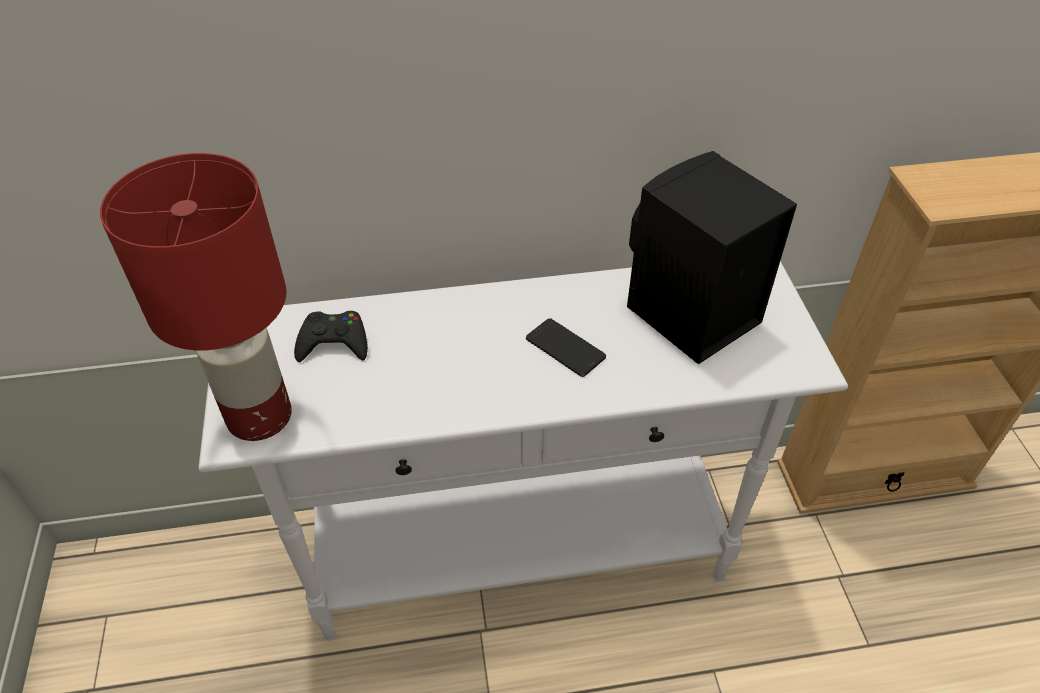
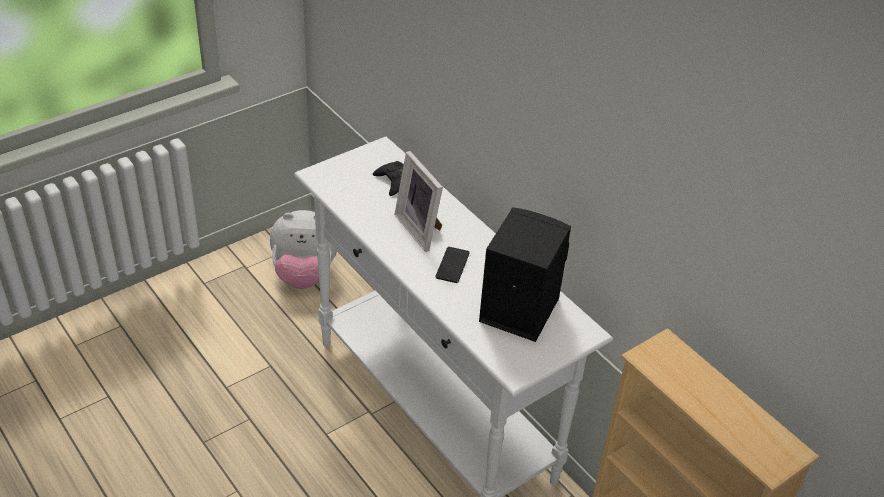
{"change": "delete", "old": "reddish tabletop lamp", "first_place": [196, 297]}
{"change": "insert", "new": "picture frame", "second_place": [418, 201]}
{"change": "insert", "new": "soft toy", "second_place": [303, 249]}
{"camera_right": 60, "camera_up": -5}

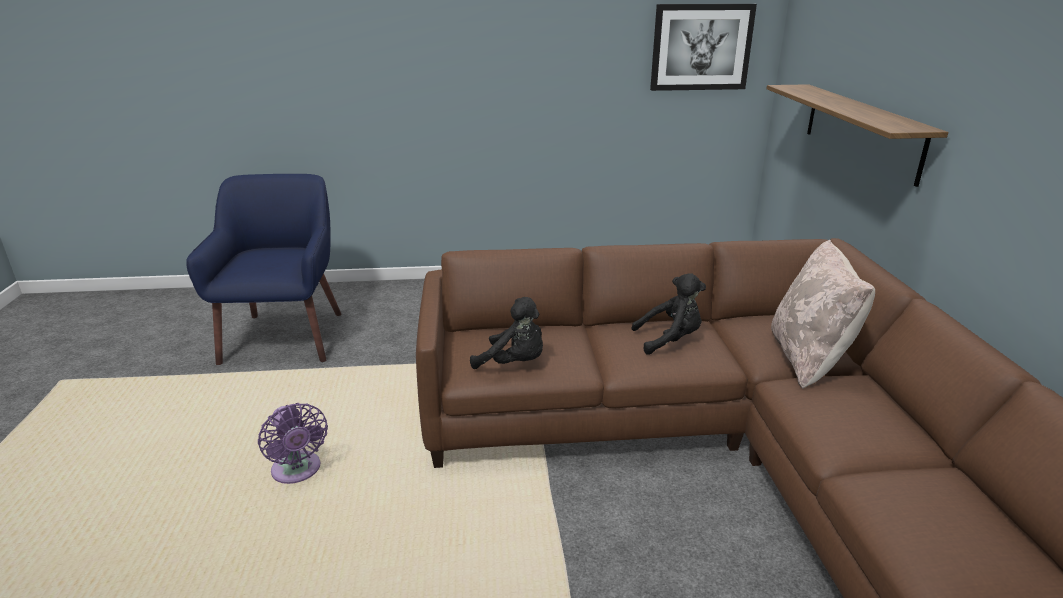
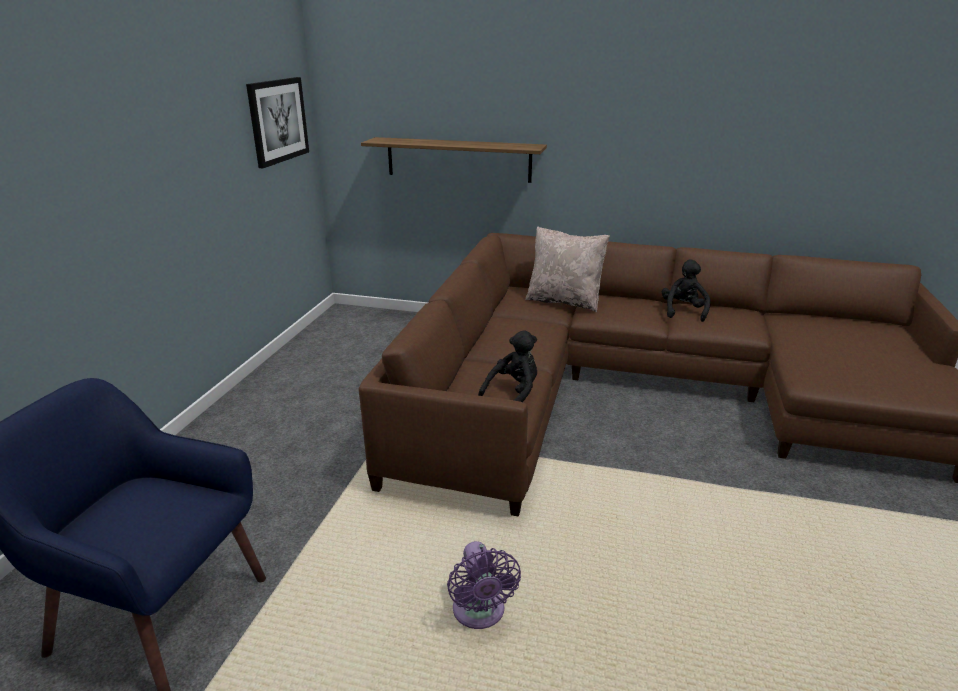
{"change": "move", "old": "blackish soft toy", "first_place": [668, 314], "second_place": [686, 290]}
{"change": "rotate", "old": "purplish cooling fan", "first_place": [293, 443], "second_place": [484, 585], "degrees": 90}
{"camera_right": -70, "camera_up": 0}

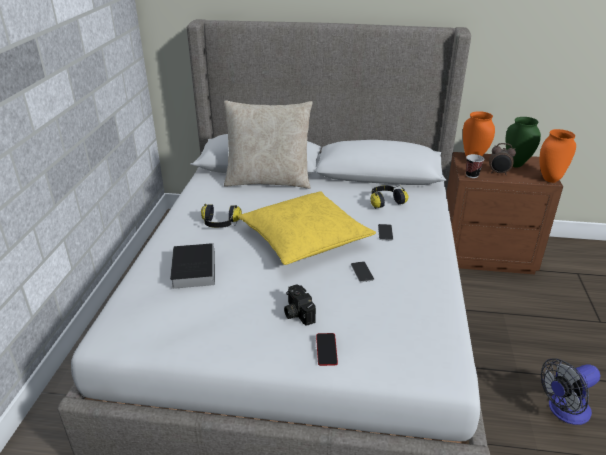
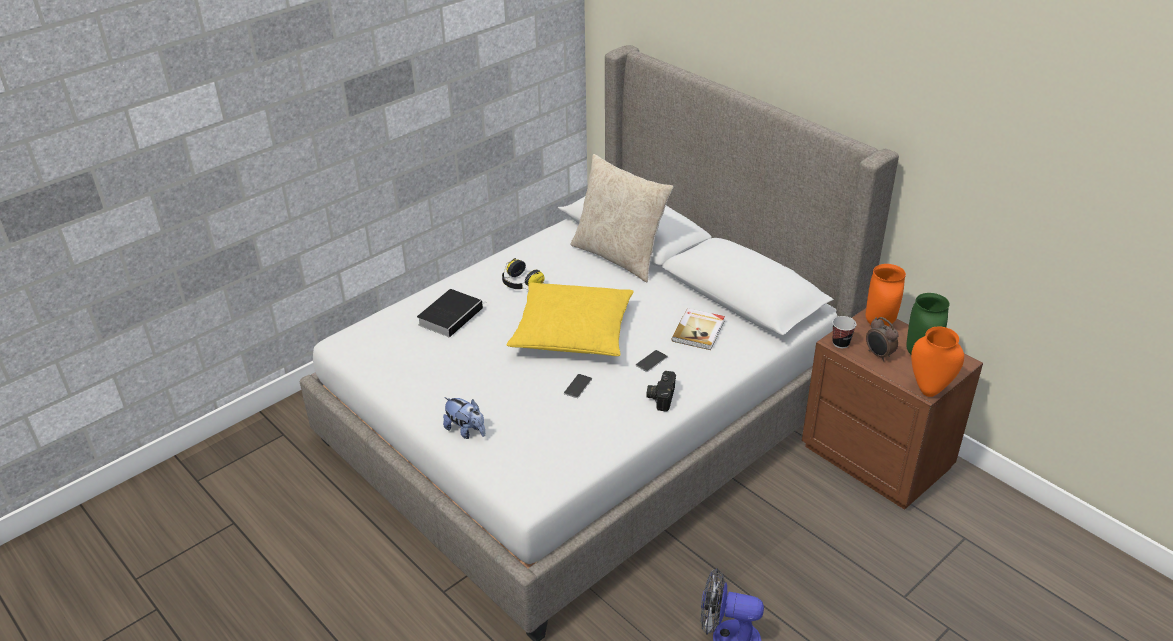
{"change": "replace", "old": "headphones", "new": "volume", "first_place": [390, 197], "second_place": [698, 329]}
{"change": "move", "old": "photo camera", "first_place": [300, 305], "second_place": [661, 391]}
{"change": "replace", "old": "telephone", "new": "soft toy", "first_place": [327, 349], "second_place": [464, 418]}
{"camera_right": 40, "camera_up": 5}

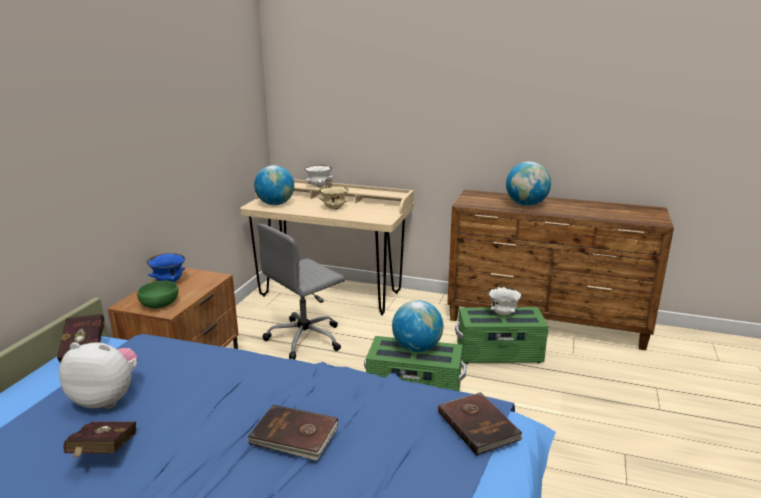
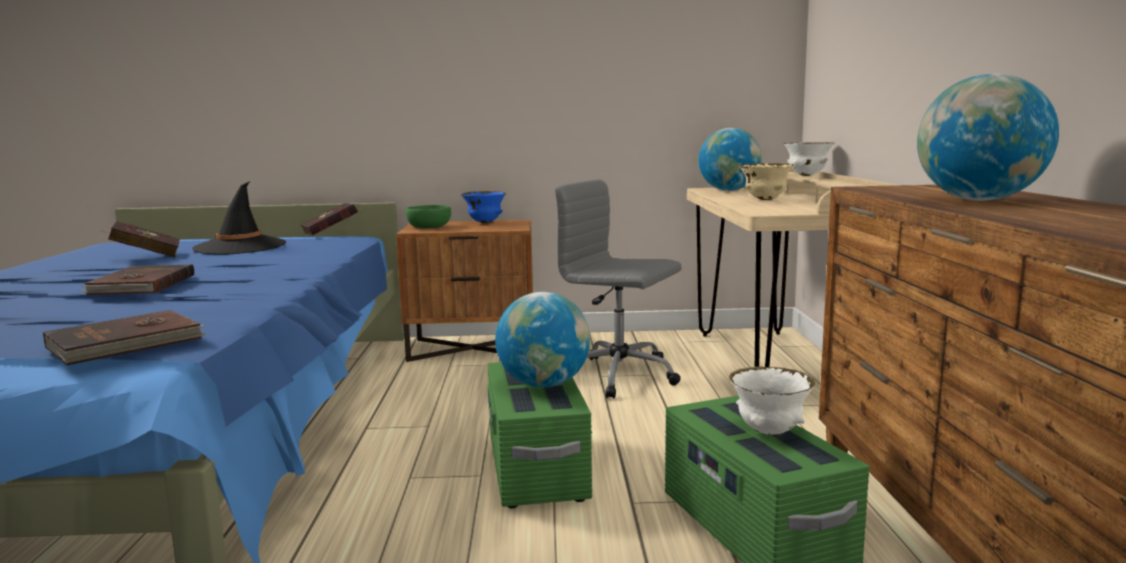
{"change": "replace", "old": "soft toy", "new": "blackish clothing hat", "first_place": [98, 375], "second_place": [239, 218]}
{"camera_right": 70, "camera_up": -10}

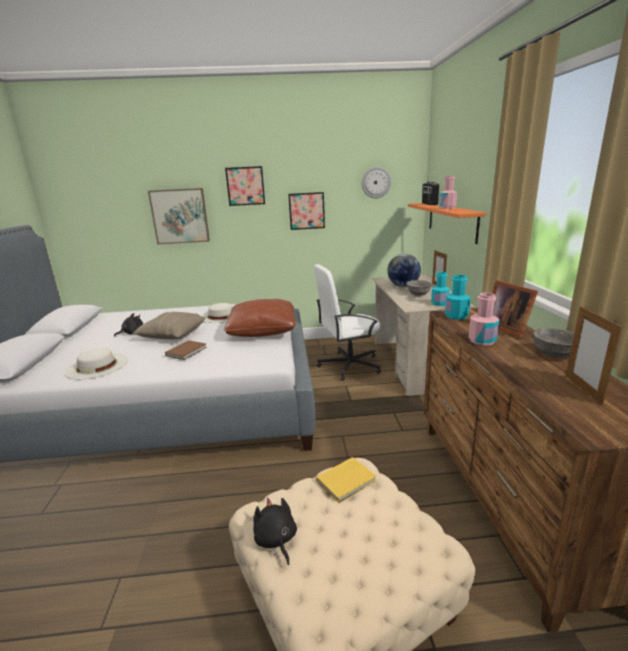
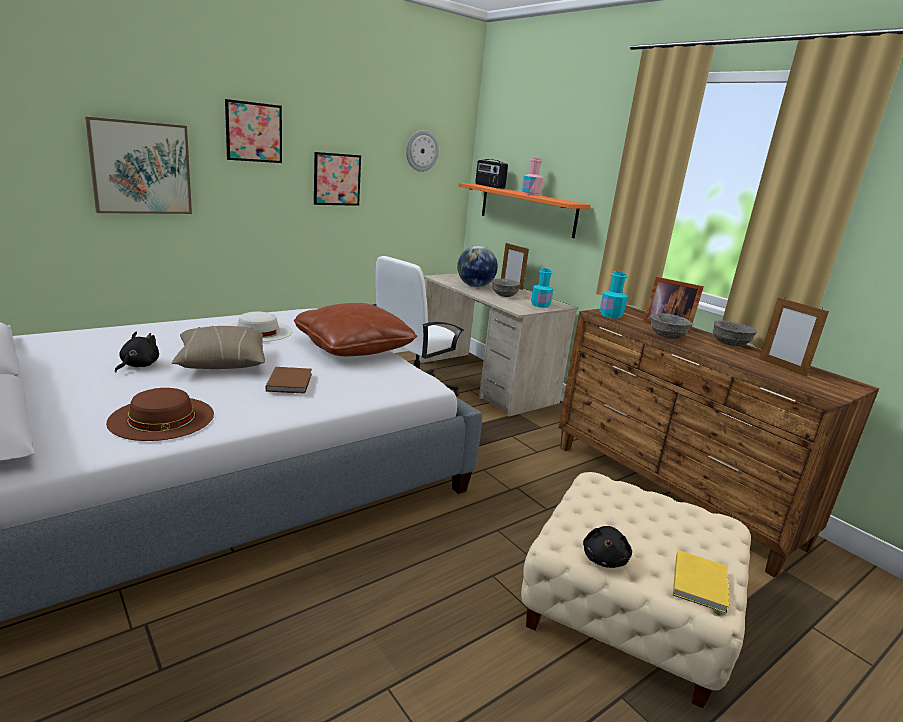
{"change": "replace", "old": "pinkish drink bottle", "new": "gray bowl", "first_place": [484, 319], "second_place": [671, 326]}
{"change": "recolor", "old": "white clothing hat", "new": "brown clothing hat", "first_place": [96, 363], "second_place": [160, 414]}
{"change": "move", "old": "yellowish volume", "first_place": [346, 480], "second_place": [701, 582]}
{"change": "rotate", "old": "blackish soft toy", "first_place": [275, 531], "second_place": [607, 547], "degrees": -105}
{"camera_right": -35, "camera_up": 0}

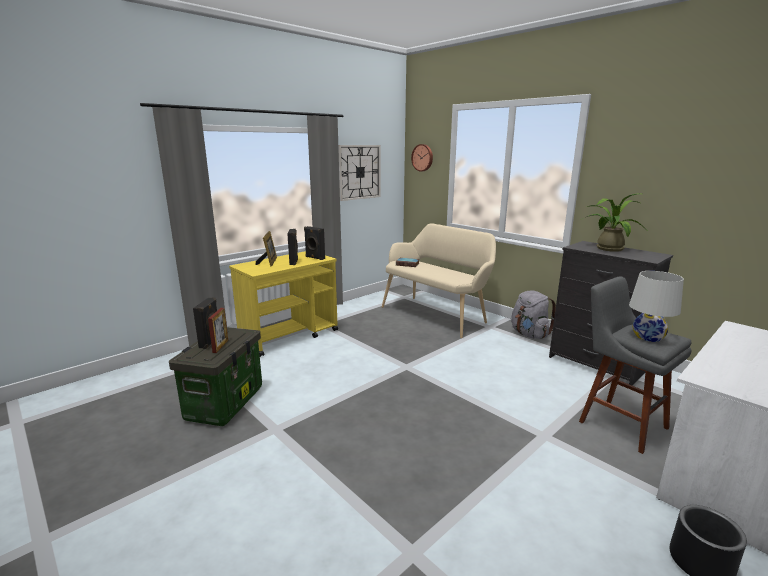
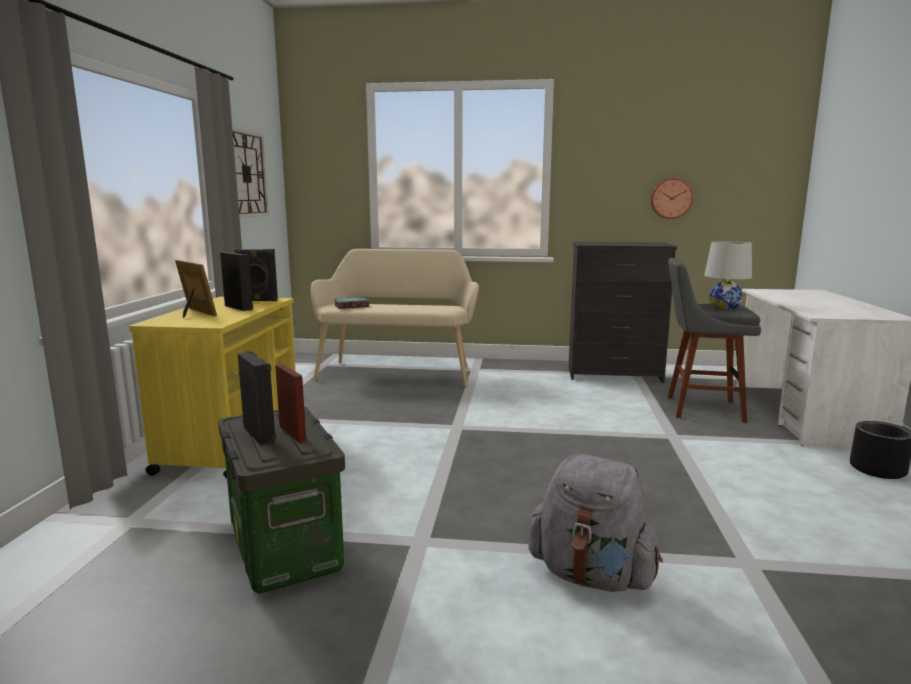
{"change": "move", "old": "wall clock", "first_place": [422, 157], "second_place": [672, 198]}
{"change": "delete", "old": "potted plant", "first_place": [614, 223]}
{"change": "move", "old": "gray rucksack", "first_place": [533, 315], "second_place": [595, 523]}
{"camera_right": -40, "camera_up": -5}

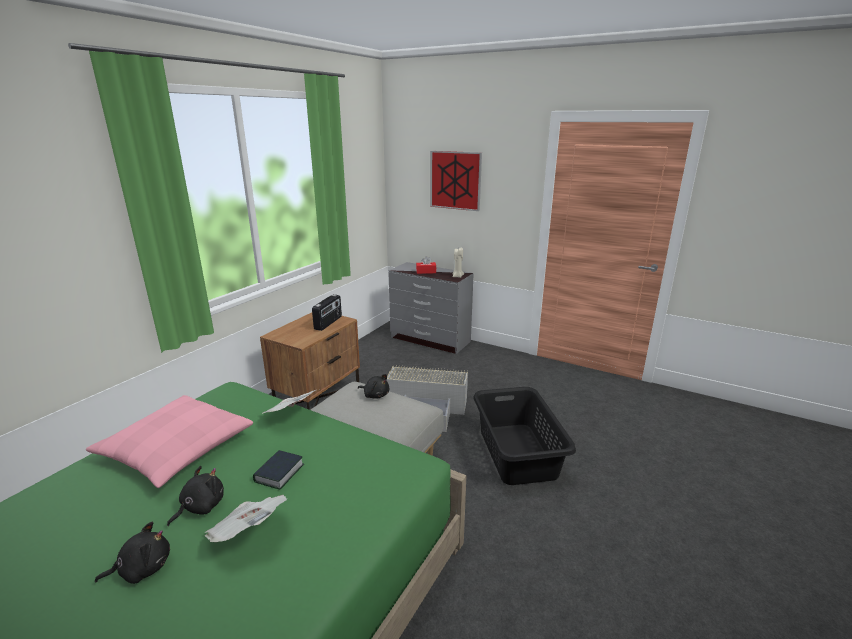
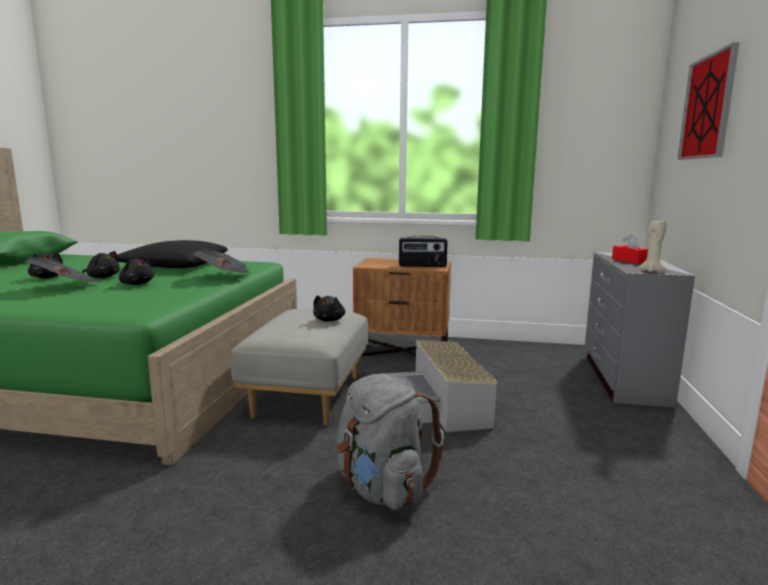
{"change": "replace", "old": "blackish washing basket", "new": "gray rucksack", "first_place": [524, 436], "second_place": [389, 441]}
{"change": "recolor", "old": "pinkish pillow", "new": "blackish pillow", "first_place": [169, 441], "second_place": [172, 254]}
{"change": "replace", "old": "volume", "new": "blackish soft toy", "first_place": [278, 470], "second_place": [137, 271]}
{"camera_right": 70, "camera_up": -10}

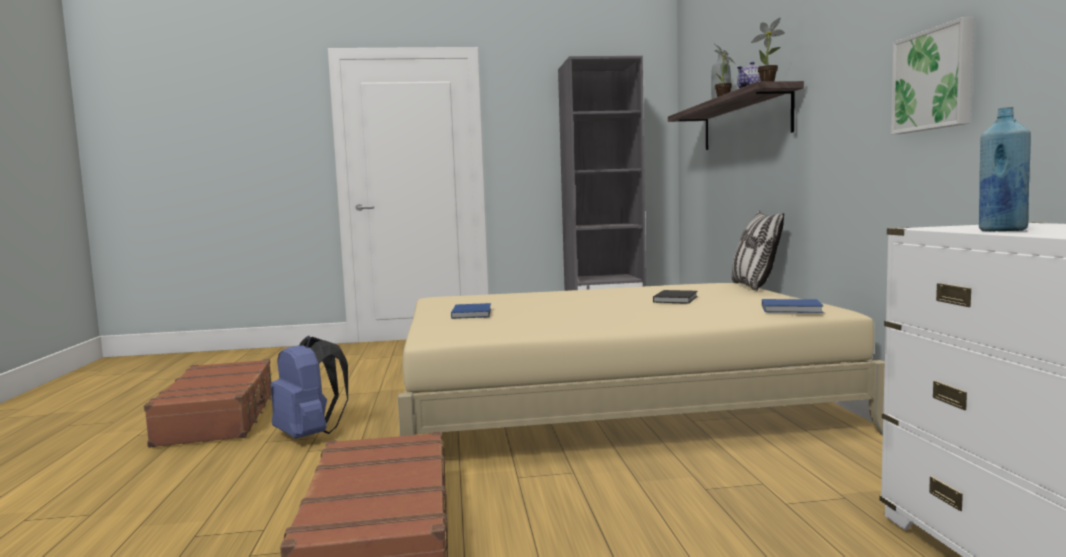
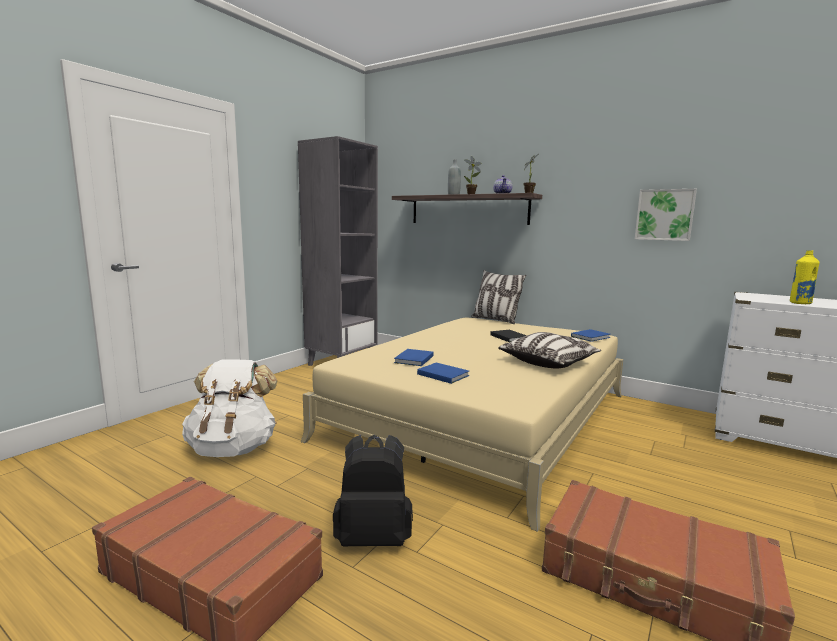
{"change": "recolor", "old": "blue drink bottle", "new": "yellowish drink bottle", "first_place": [1005, 169], "second_place": [805, 277]}
{"change": "recolor", "old": "blue rucksack", "new": "blackish rucksack", "first_place": [309, 387], "second_place": [373, 491]}
{"change": "insert", "new": "pillow", "second_place": [549, 350]}
{"change": "insert", "new": "blue volume", "second_place": [414, 357]}
{"change": "insert", "new": "white rucksack", "second_place": [229, 408]}
{"camera_right": -50, "camera_up": 5}

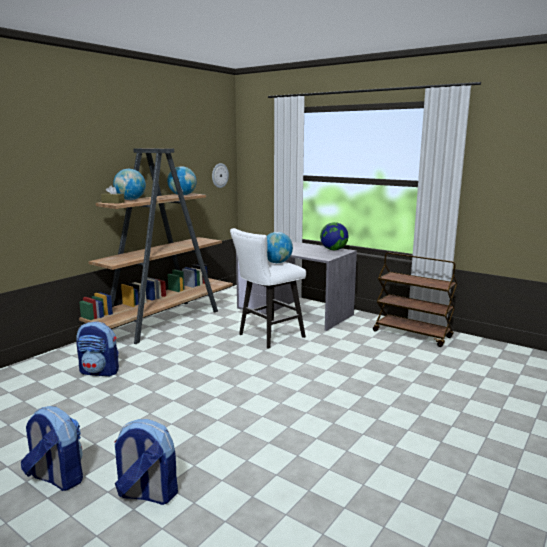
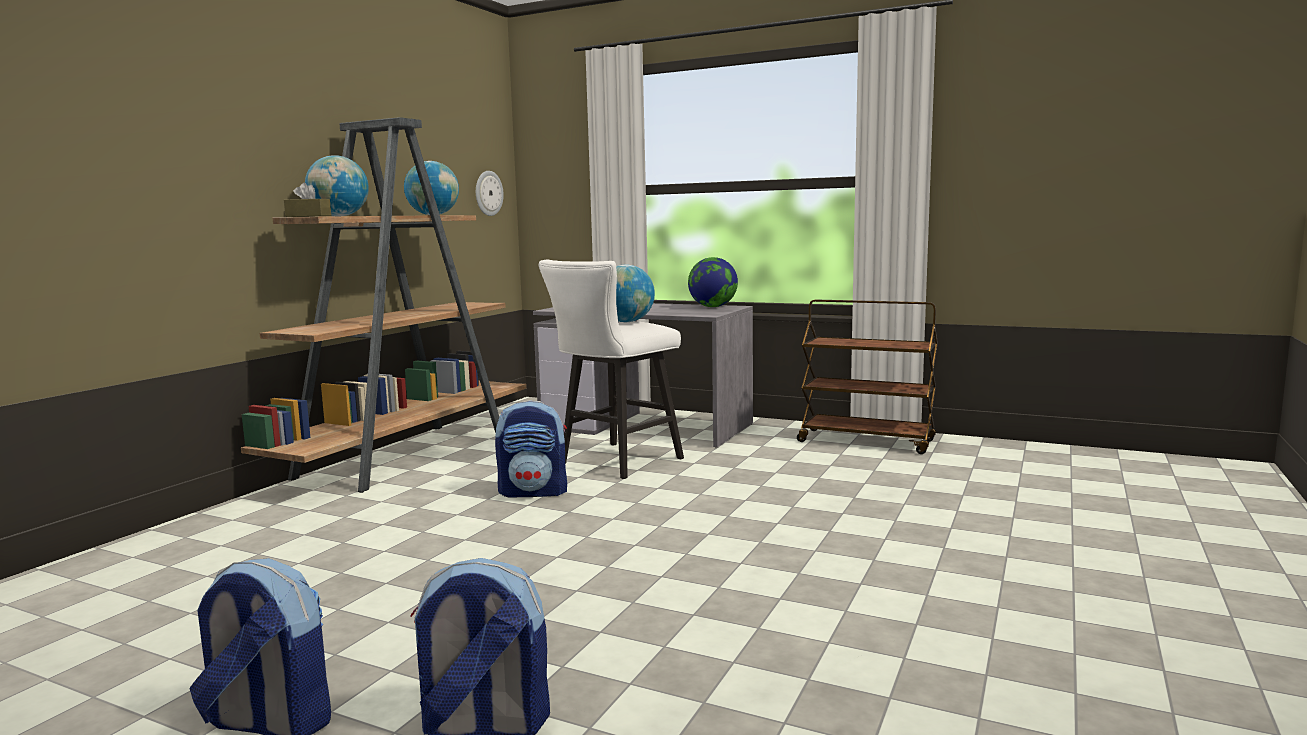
{"change": "move", "old": "rucksack", "first_place": [97, 348], "second_place": [531, 449]}
{"camera_right": -10, "camera_up": -5}

